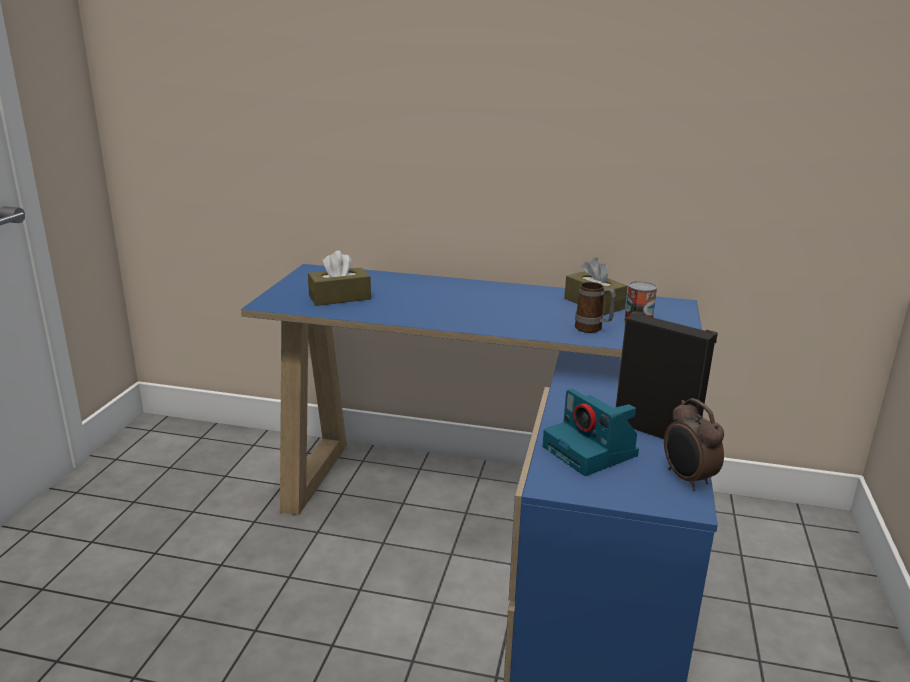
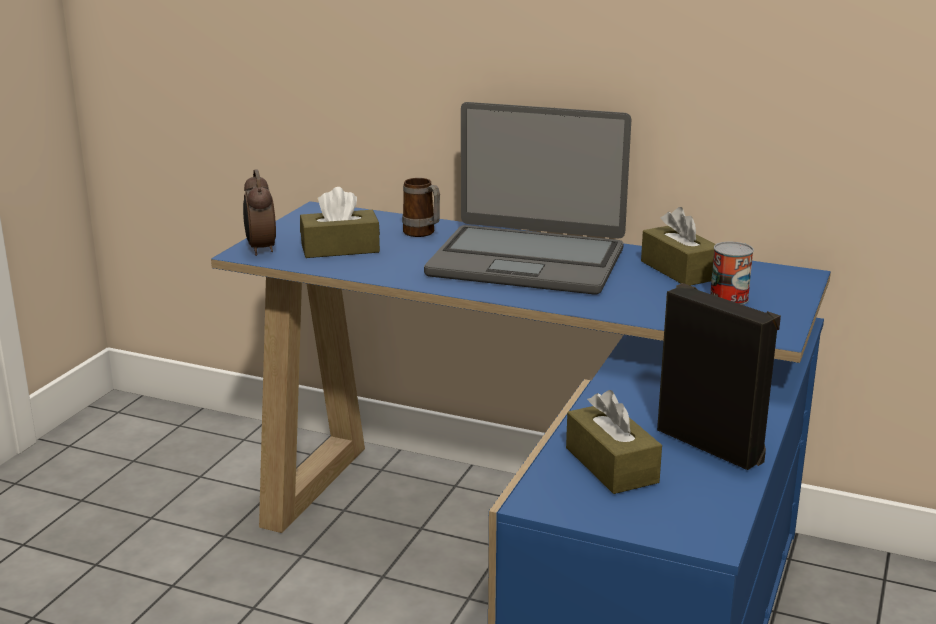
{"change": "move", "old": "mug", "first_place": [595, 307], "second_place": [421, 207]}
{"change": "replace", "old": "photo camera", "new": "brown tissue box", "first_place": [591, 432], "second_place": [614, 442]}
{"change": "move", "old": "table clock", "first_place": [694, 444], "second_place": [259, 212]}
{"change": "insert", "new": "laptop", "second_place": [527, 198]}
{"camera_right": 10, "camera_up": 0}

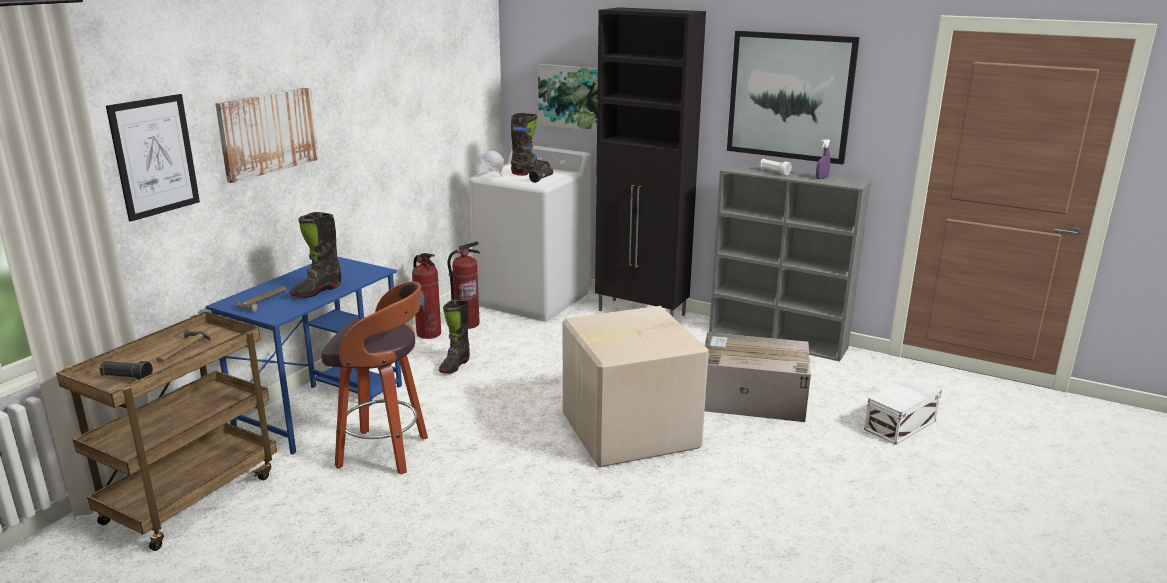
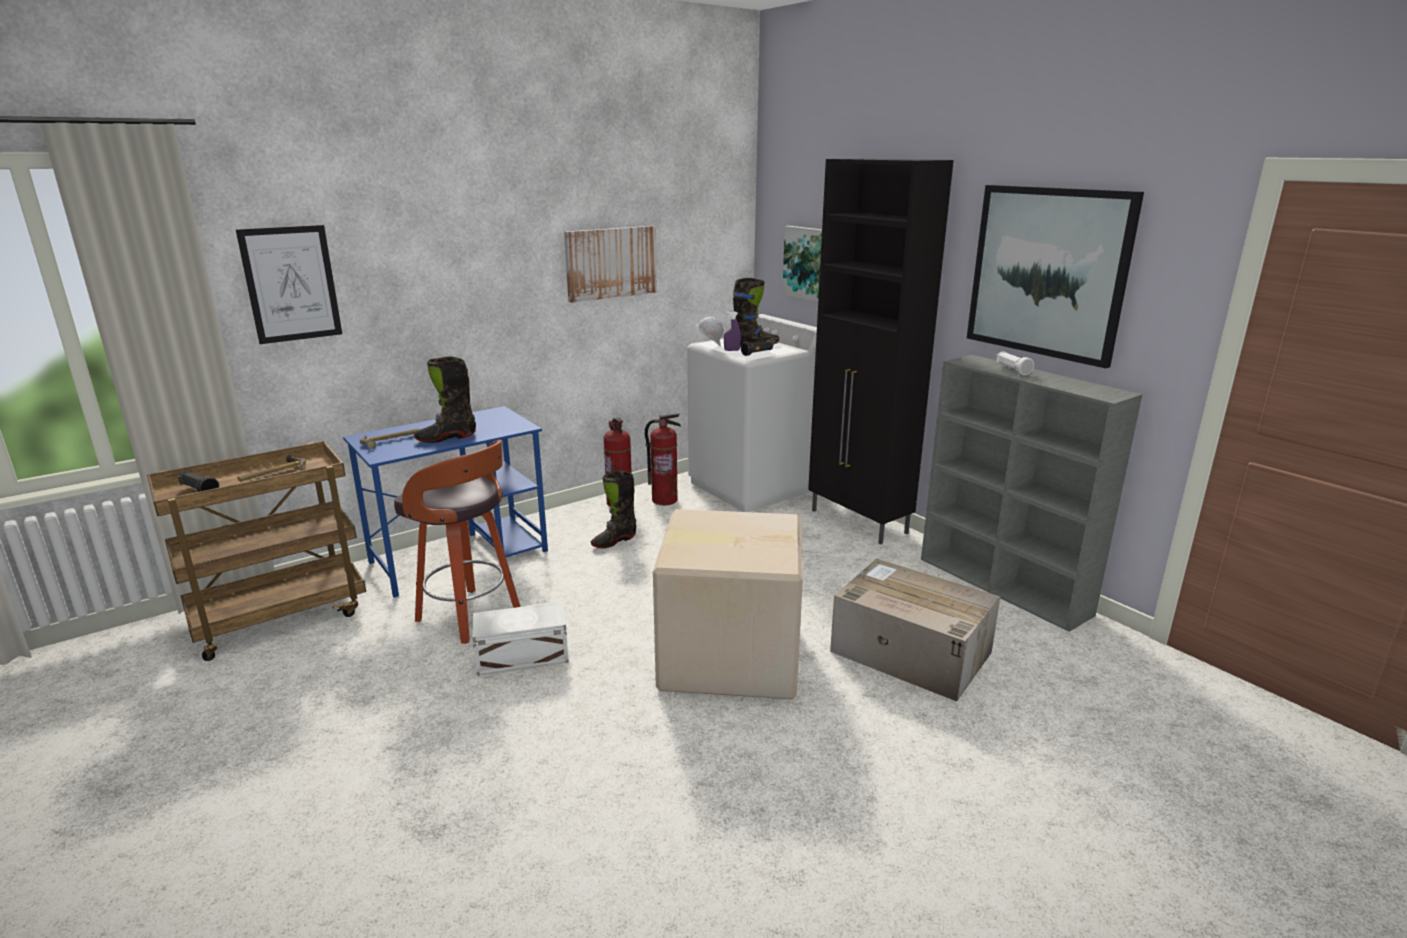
{"change": "move", "old": "picture", "first_place": [267, 135], "second_place": [610, 264]}
{"change": "move", "old": "purplish sprayer", "first_place": [823, 159], "second_place": [732, 331]}
{"change": "move", "old": "white storage container", "first_place": [903, 411], "second_place": [521, 639]}
{"camera_right": 25, "camera_up": 0}

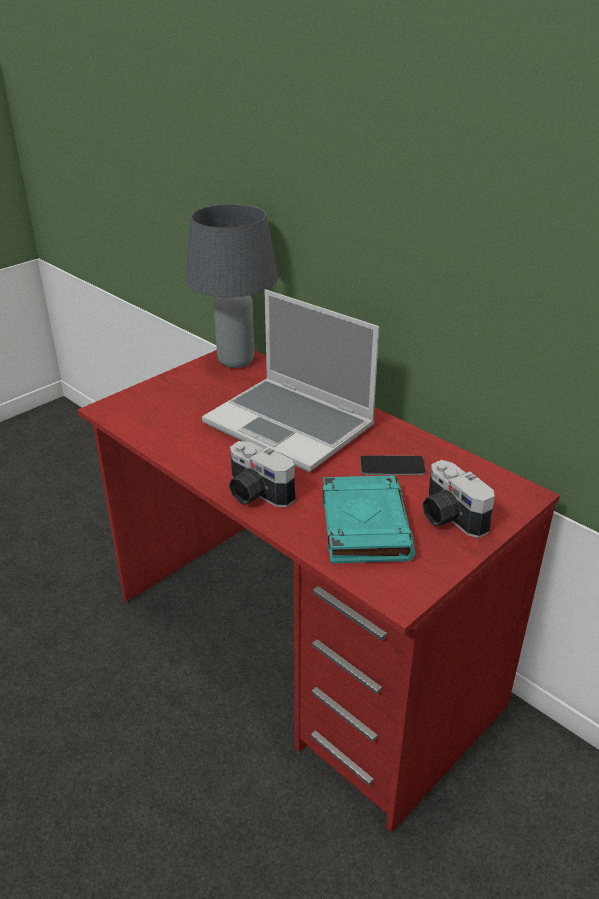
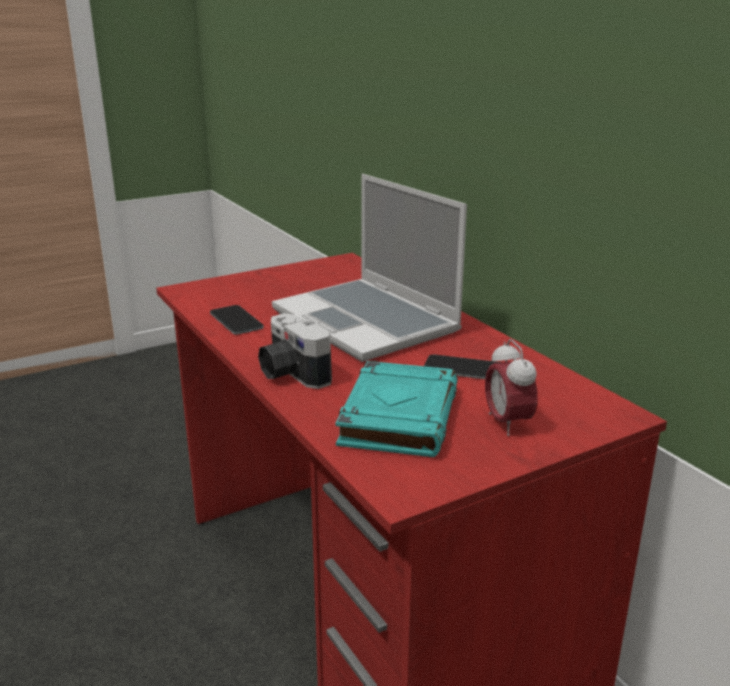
{"change": "delete", "old": "gray tabletop lamp", "first_place": [231, 286]}
{"change": "replace", "old": "photo camera", "new": "table clock", "first_place": [459, 499], "second_place": [511, 387]}
{"change": "insert", "new": "telephone", "second_place": [237, 320]}
{"camera_right": 15, "camera_up": -10}

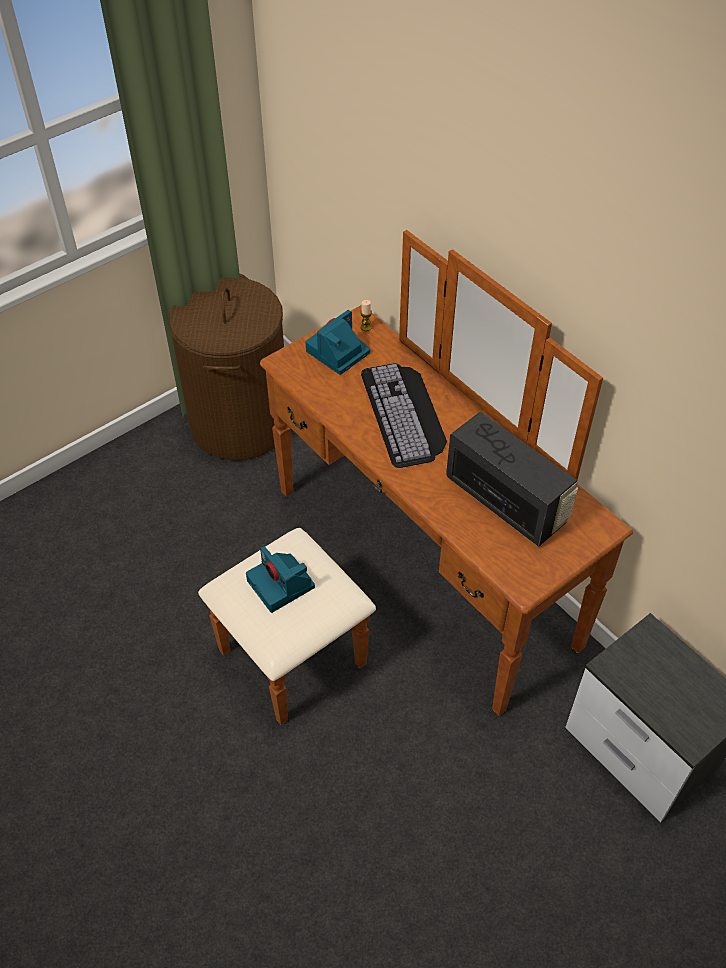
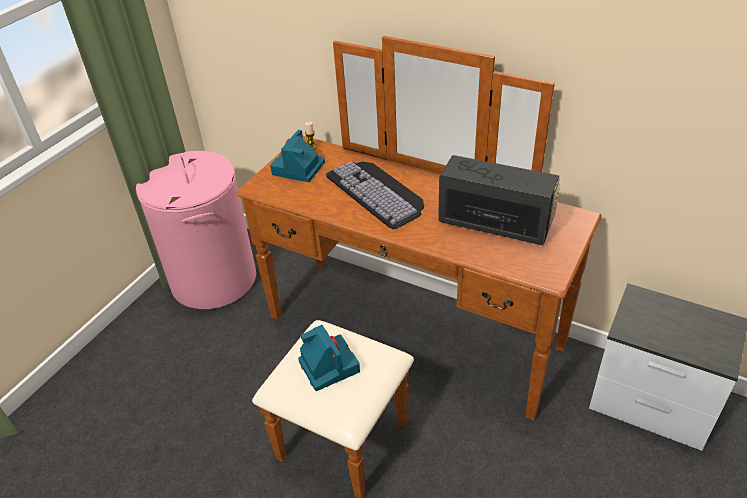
{"change": "recolor", "old": "brown washing basket", "new": "pinkish washing basket", "first_place": [226, 367], "second_place": [196, 230]}
{"change": "rotate", "old": "photo camera", "first_place": [280, 579], "second_place": [329, 358], "degrees": -150}
{"camera_right": -20, "camera_up": -10}

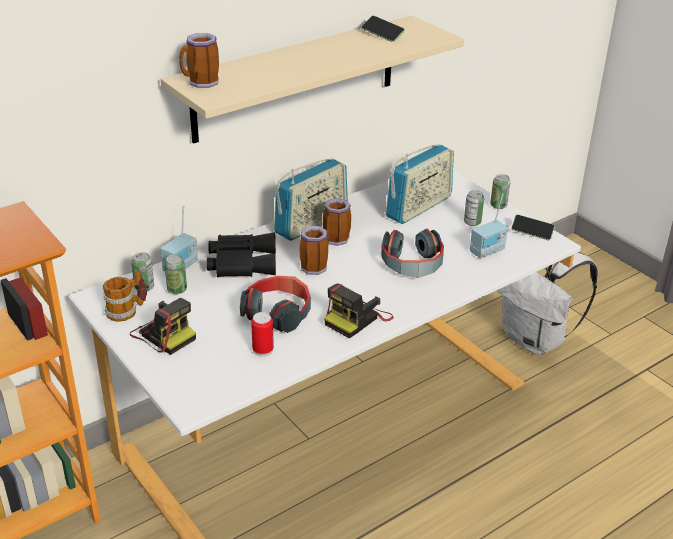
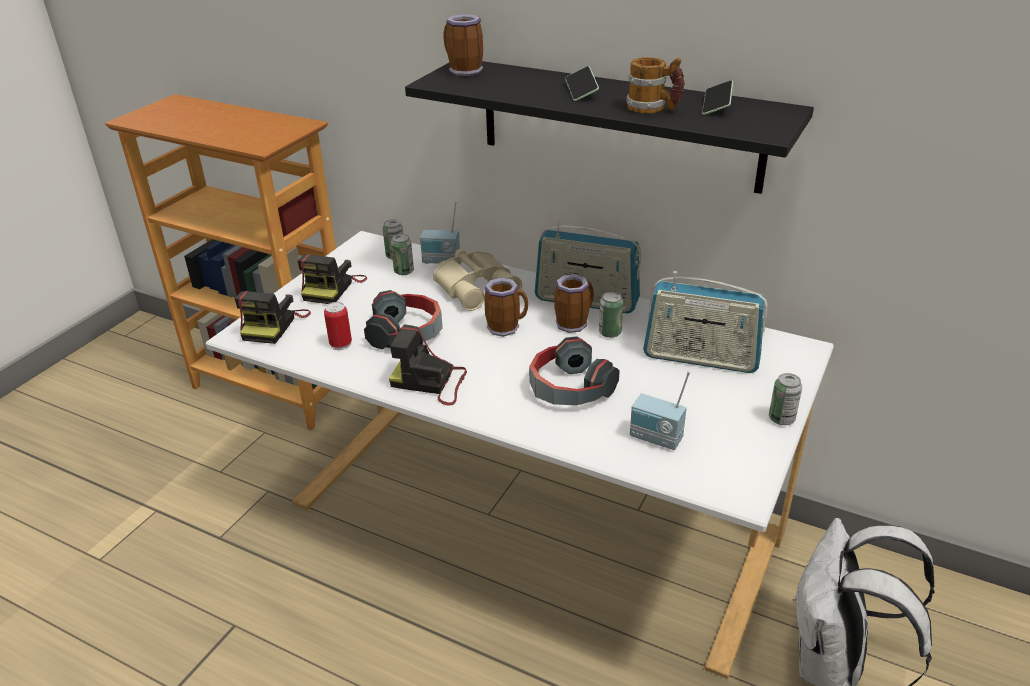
{"change": "recolor", "old": "sand-coloured bracket shelf", "new": "blackish bracket shelf", "first_place": [312, 80], "second_place": [609, 127]}
{"change": "move", "old": "can", "first_place": [474, 208], "second_place": [611, 315]}
{"change": "move", "old": "telephone", "first_place": [533, 227], "second_place": [582, 83]}
{"change": "recolor", "old": "blackish pair of binoculars", "new": "sand-coloured pair of binoculars", "first_place": [241, 255], "second_place": [477, 280]}
{"change": "move", "old": "mug", "first_place": [125, 296], "second_place": [655, 85]}
{"change": "insert", "new": "photo camera", "second_place": [273, 317]}
{"camera_right": 65, "camera_up": 0}

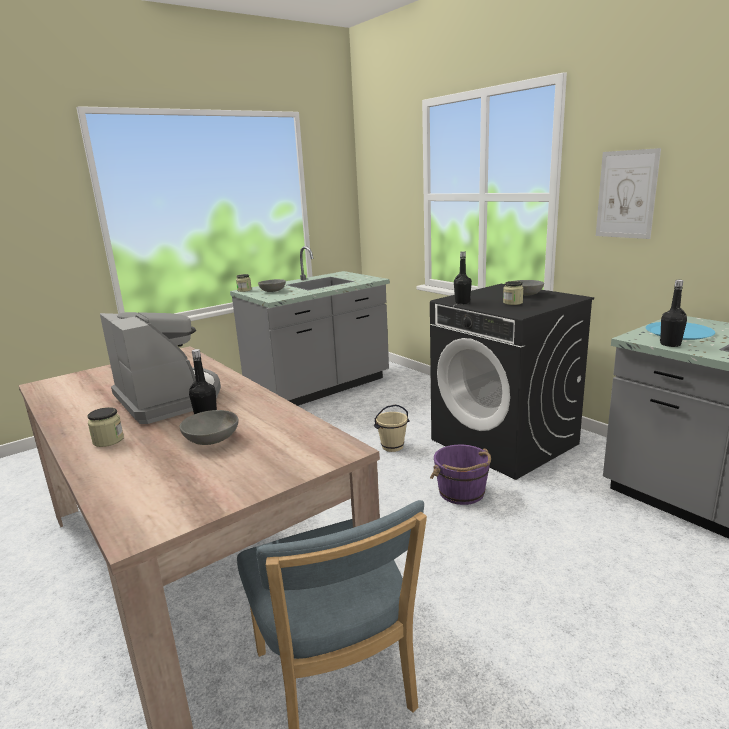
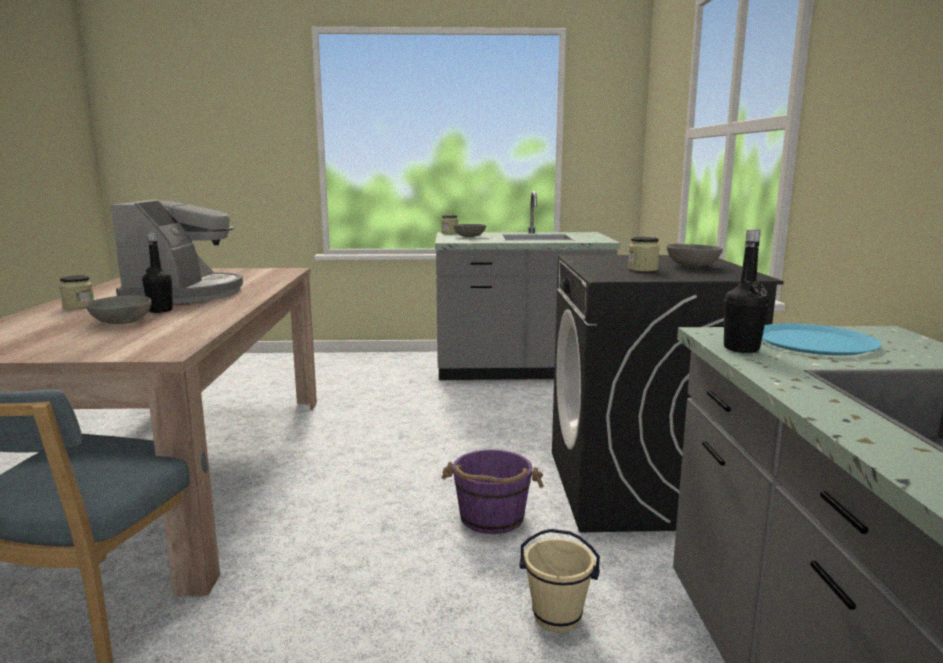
{"change": "delete", "old": "picture", "first_place": [628, 193]}
{"change": "delete", "old": "blackish drink bottle", "first_place": [463, 277]}
{"change": "move", "old": "sand-coloured bucket", "first_place": [392, 428], "second_place": [559, 581]}
{"camera_right": 35, "camera_up": -5}

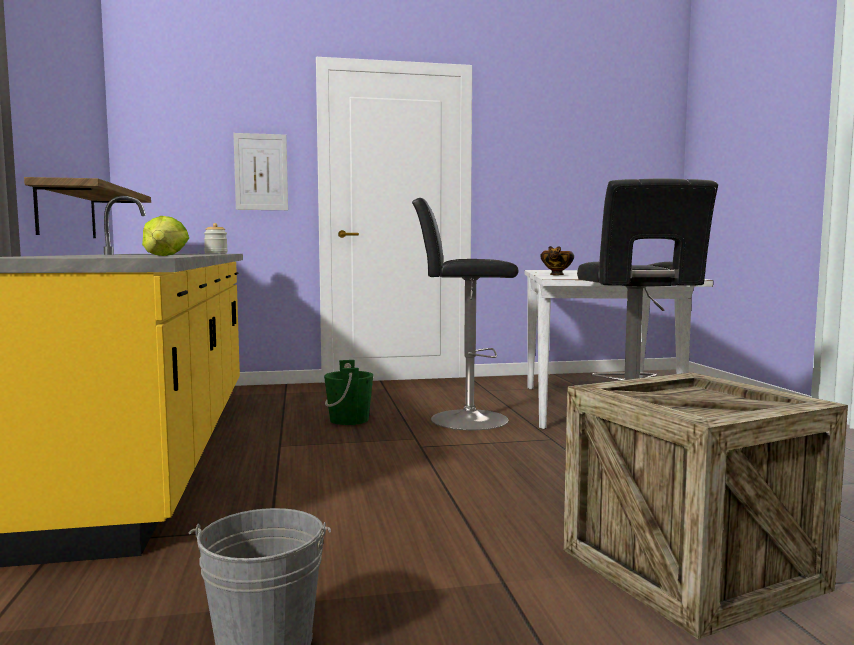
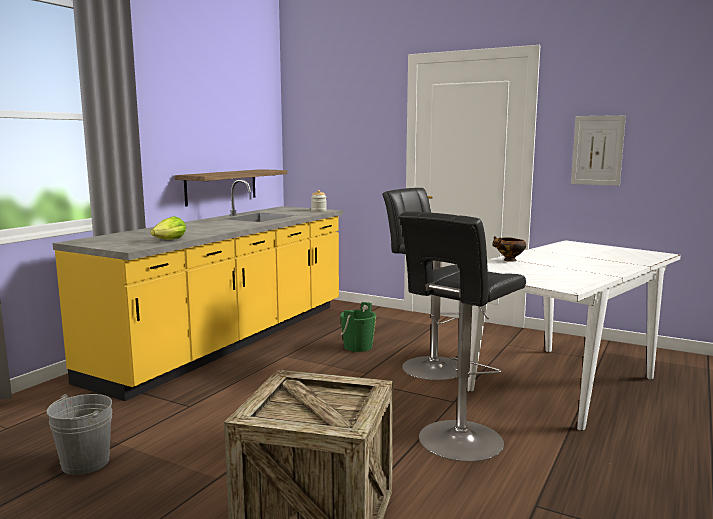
{"change": "move", "old": "picture", "first_place": [260, 171], "second_place": [598, 150]}
{"camera_right": 40, "camera_up": 5}

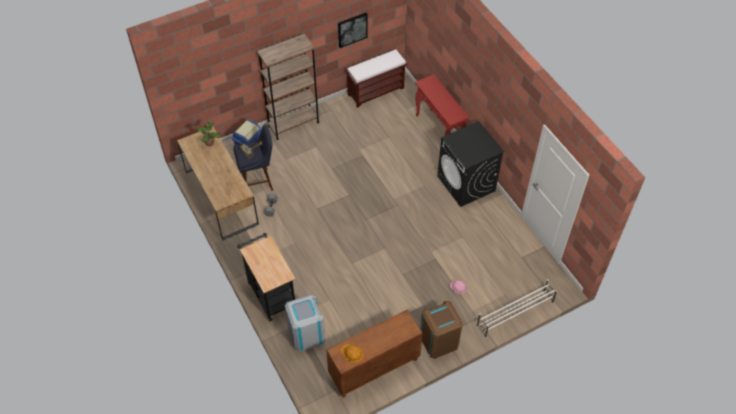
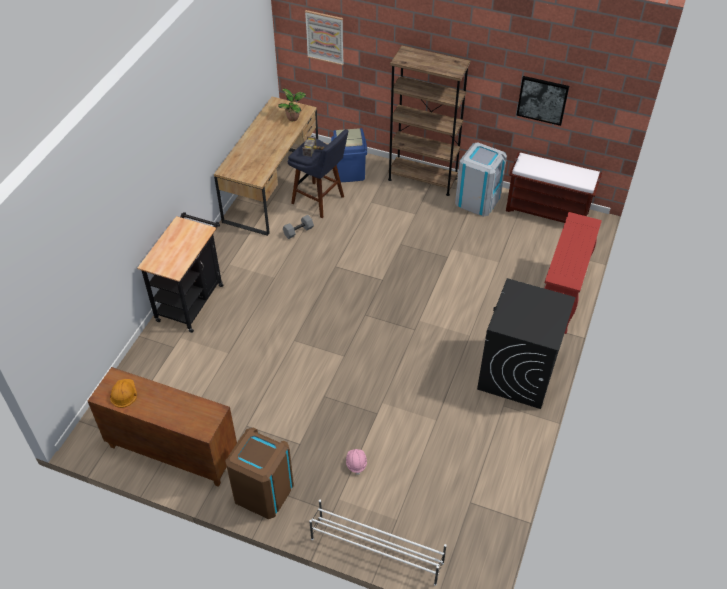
{"change": "move", "old": "gray rubbish bin", "first_place": [305, 323], "second_place": [481, 180]}
{"change": "insert", "new": "picture", "second_place": [324, 37]}
{"camera_right": 50, "camera_up": -5}

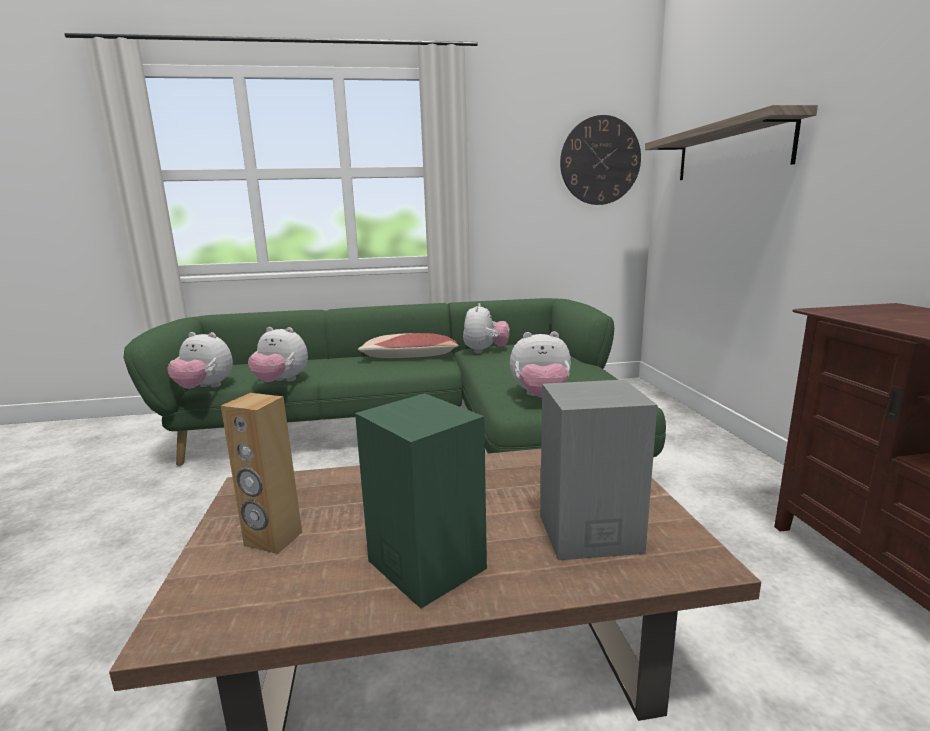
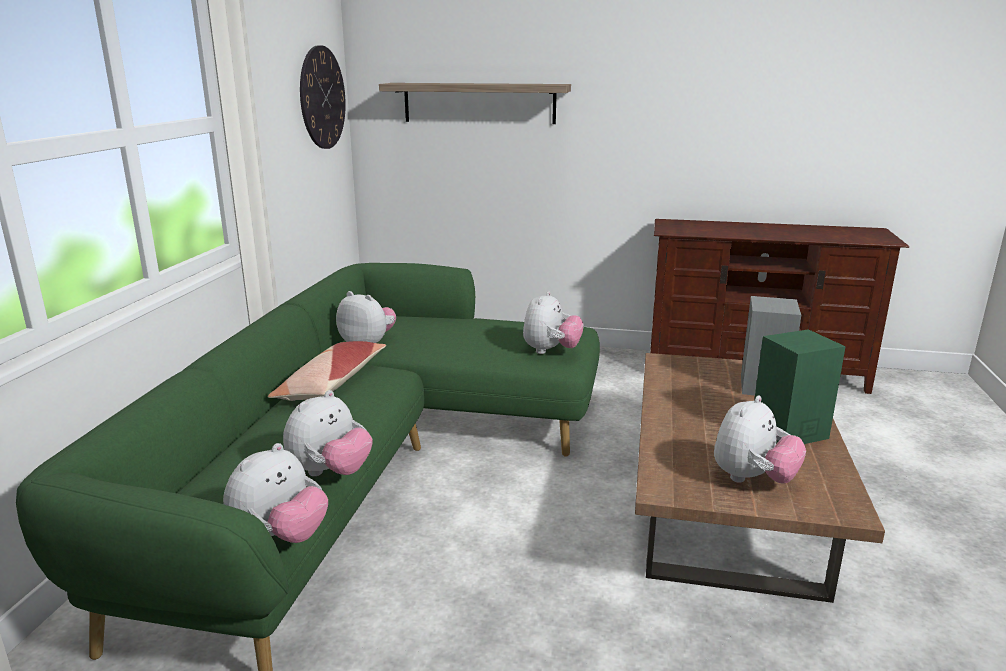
{"change": "replace", "old": "brown audio speaker", "new": "soft toy", "first_place": [261, 473], "second_place": [760, 439]}
{"camera_right": -70, "camera_up": 5}

